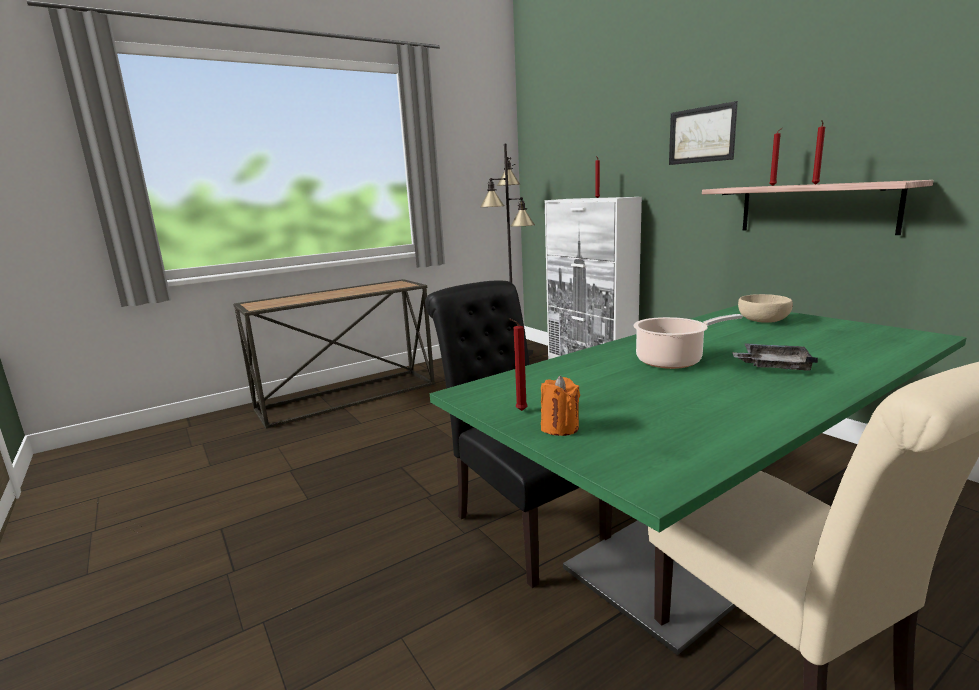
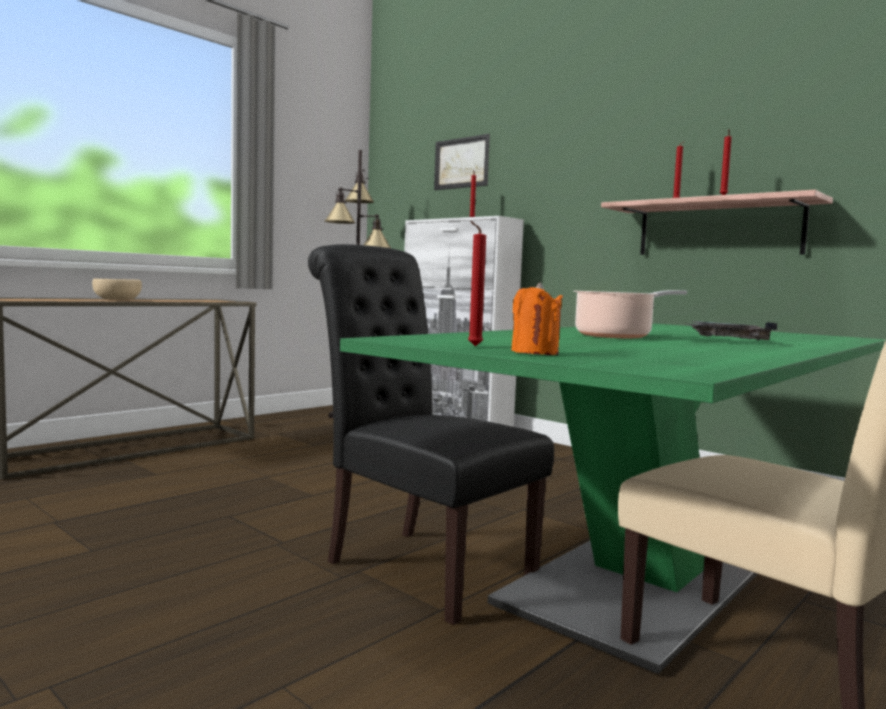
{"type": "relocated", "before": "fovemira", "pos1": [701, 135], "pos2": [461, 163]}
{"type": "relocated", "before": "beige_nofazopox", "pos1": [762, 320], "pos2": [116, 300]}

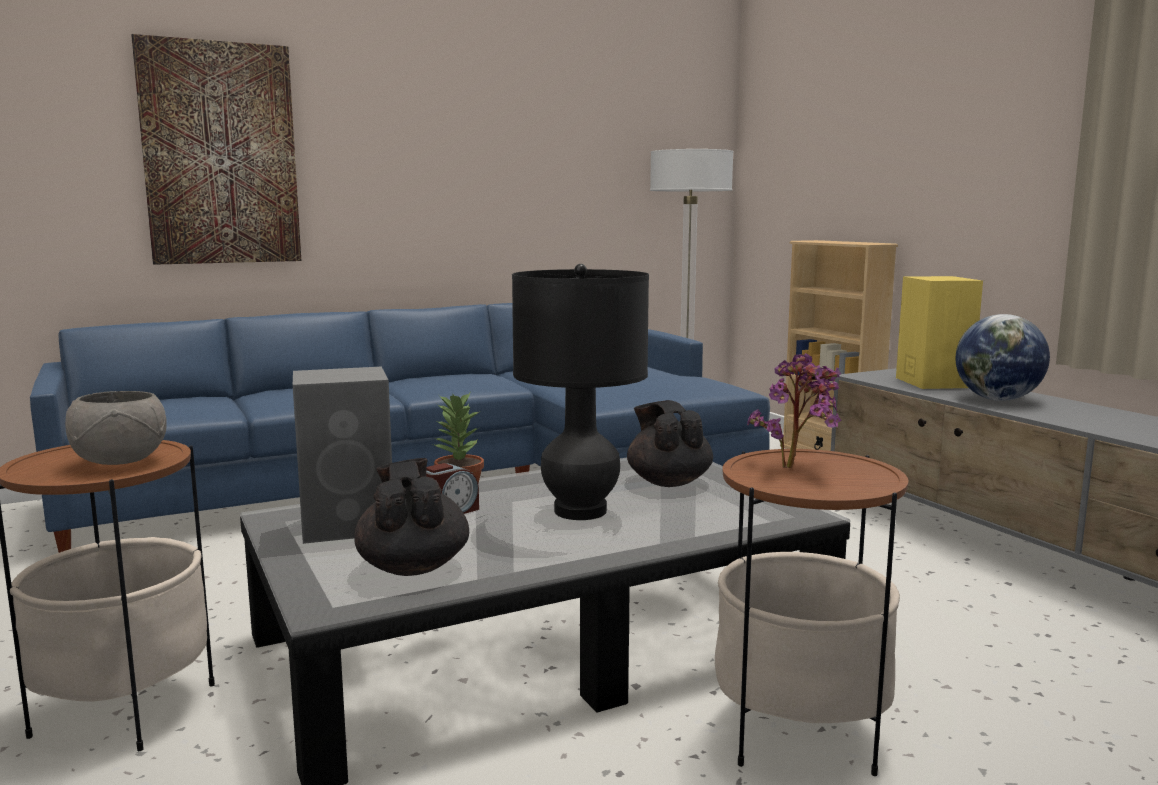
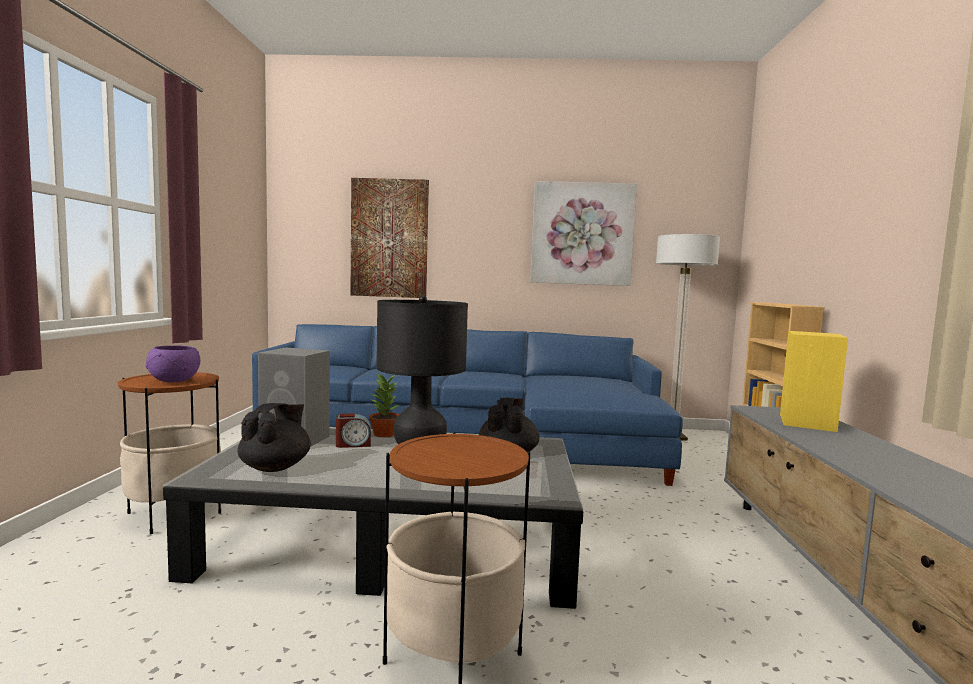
{"type": "missing", "before": "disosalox", "pos1": [795, 467]}
{"type": "missing", "before": "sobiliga", "pos1": [997, 399]}
{"type": "appeared", "after": "fovemira", "pos2": [582, 234]}
{"type": "colour", "before": "grey_nofazopox", "after": "purple_nofazopox", "pos1": [120, 461], "pos2": [174, 381]}

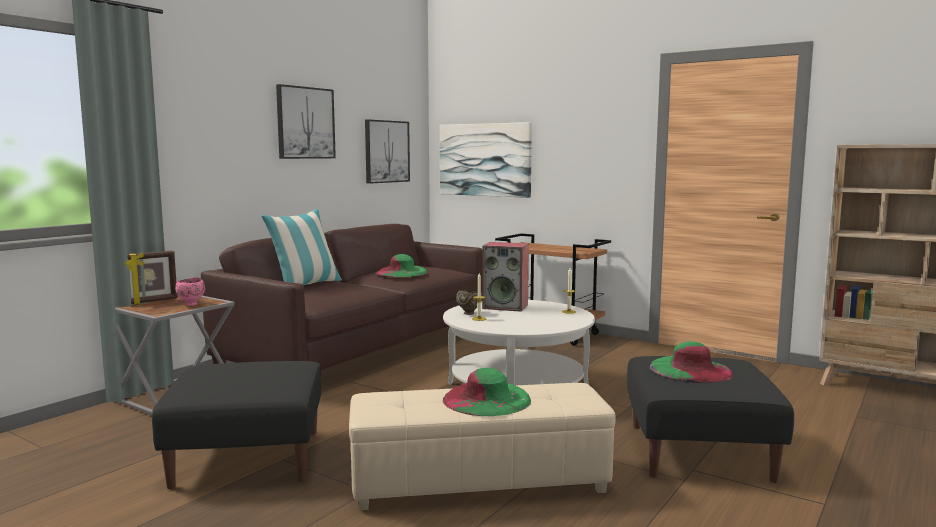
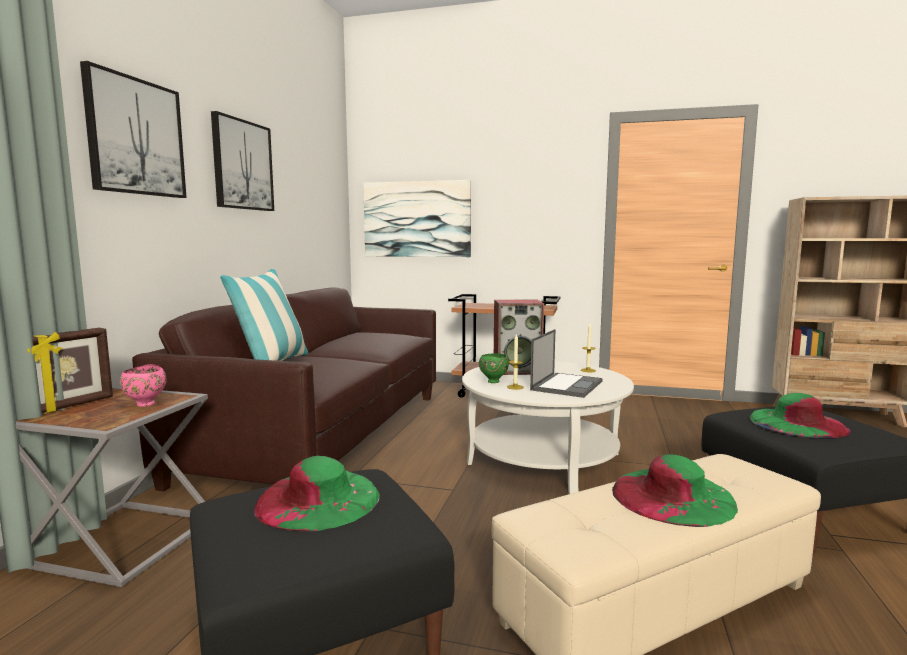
{"type": "appeared", "after": "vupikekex", "pos2": [567, 385]}
{"type": "relocated", "before": "fovemira", "pos1": [386, 151], "pos2": [135, 137]}
{"type": "relocated", "before": "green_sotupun", "pos1": [402, 272], "pos2": [318, 500]}
{"type": "colour", "before": "brown_nofazopox", "after": "green_nofazopox", "pos1": [469, 313], "pos2": [493, 381]}

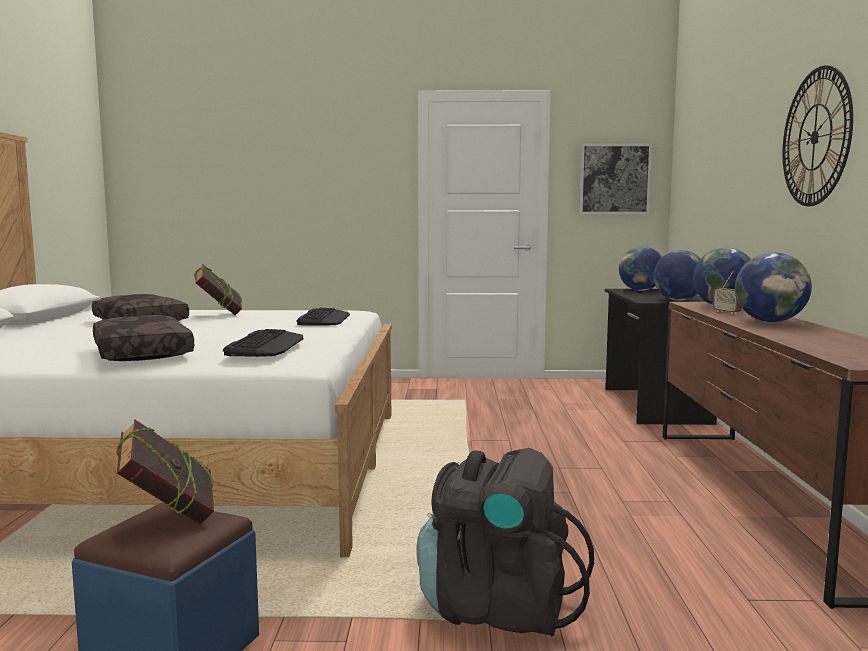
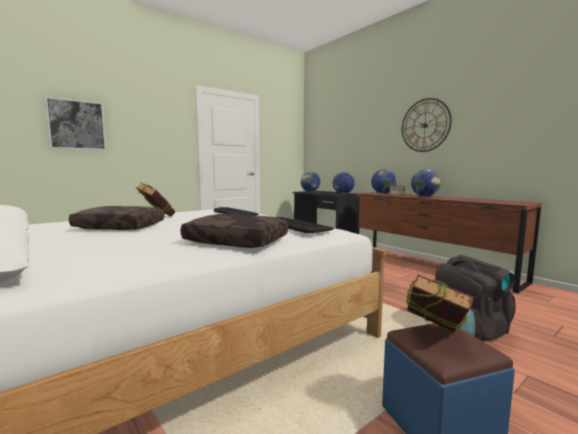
{"type": "relocated", "before": "fovemira", "pos1": [614, 179], "pos2": [77, 125]}

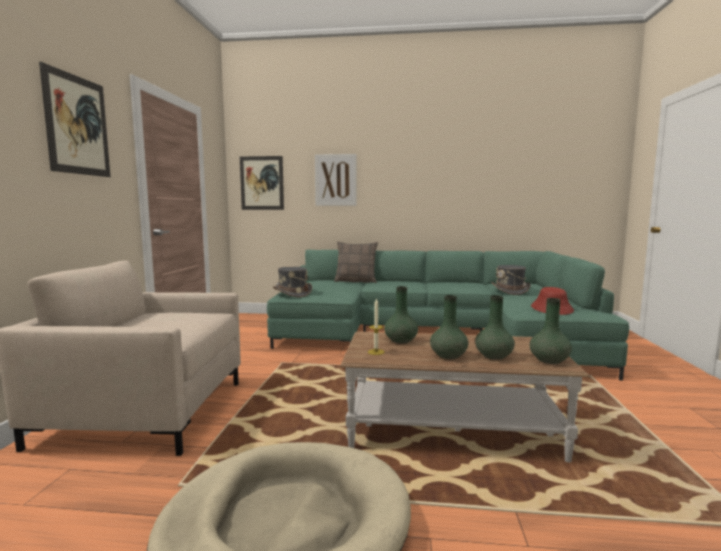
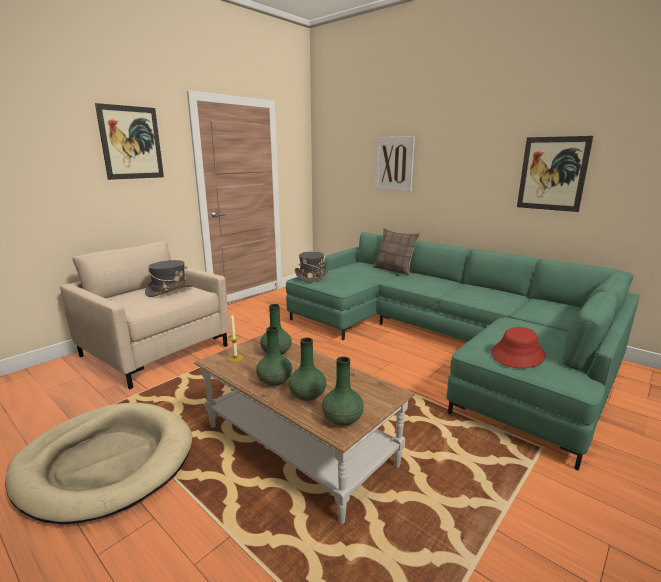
{"type": "relocated", "before": "fovemira", "pos1": [262, 183], "pos2": [552, 174]}
{"type": "relocated", "before": "grey_sotupun", "pos1": [510, 291], "pos2": [170, 290]}

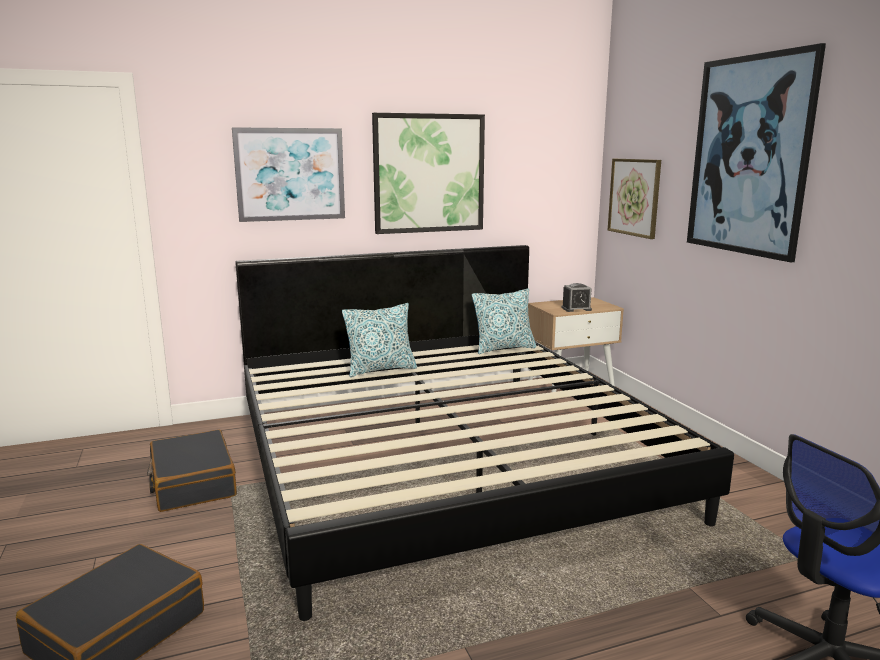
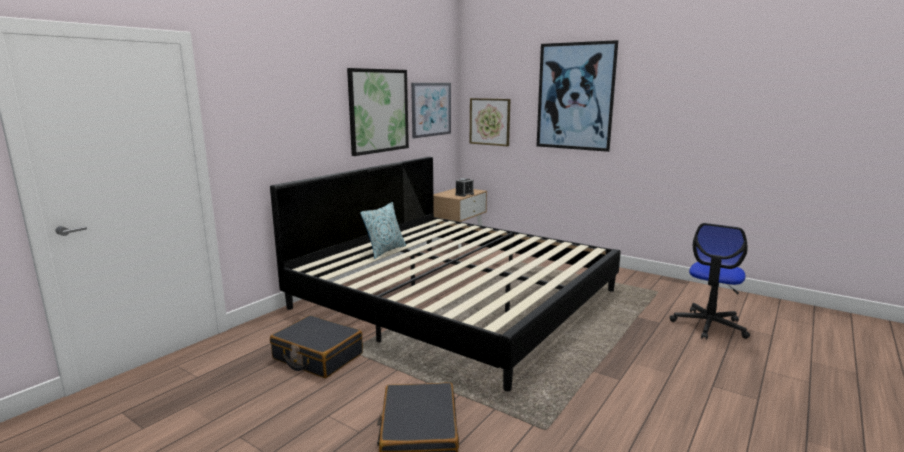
{"type": "missing", "before": "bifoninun", "pos1": [503, 348]}
{"type": "relocated", "before": "fovemira", "pos1": [290, 174], "pos2": [431, 109]}

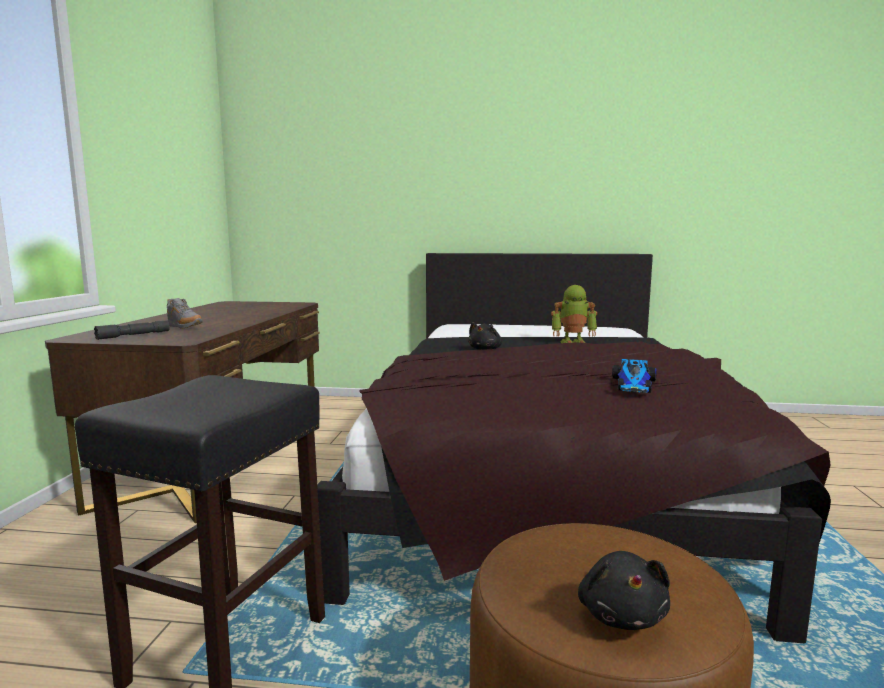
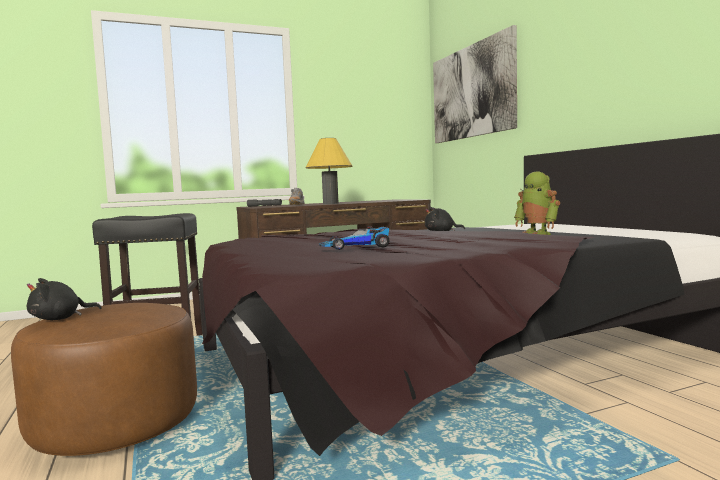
{"type": "appeared", "after": "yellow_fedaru", "pos2": [330, 203]}
{"type": "appeared", "after": "fovemira", "pos2": [472, 92]}

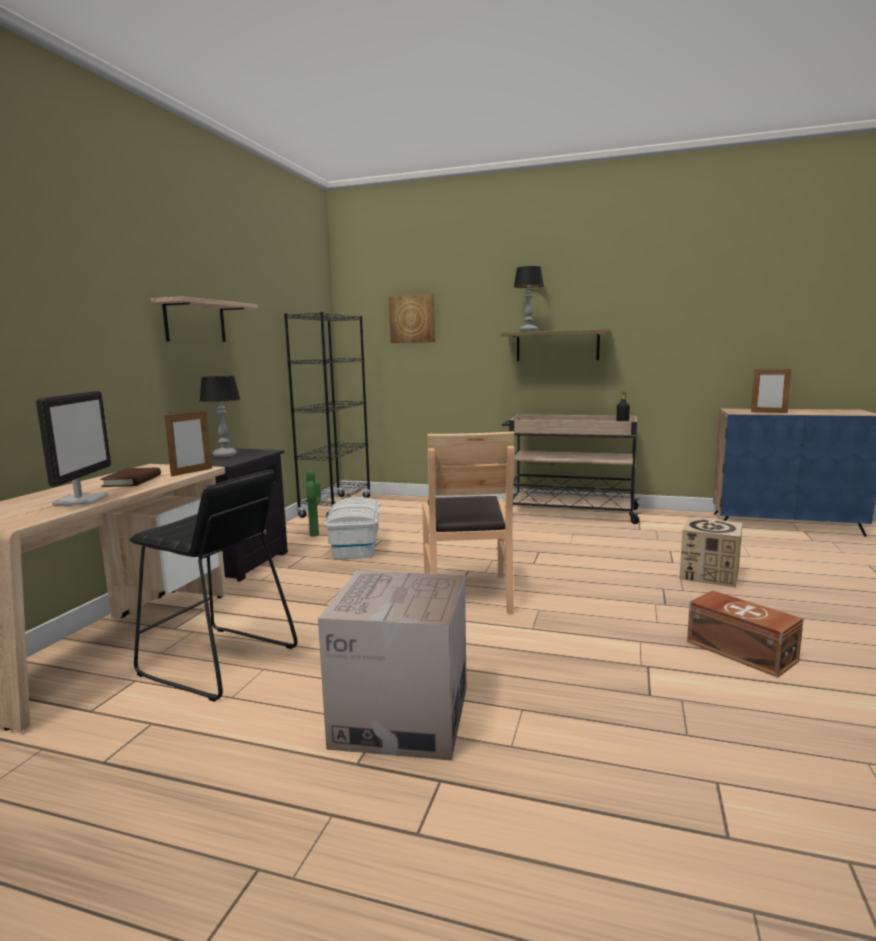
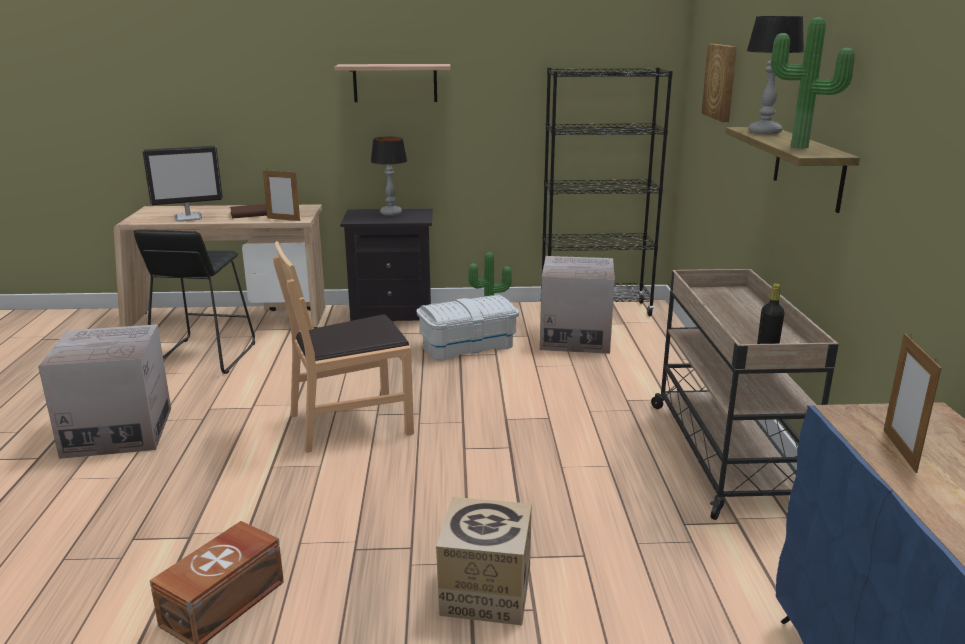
{"type": "appeared", "after": "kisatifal", "pos2": [575, 338]}
{"type": "appeared", "after": "disosalox", "pos2": [799, 147]}

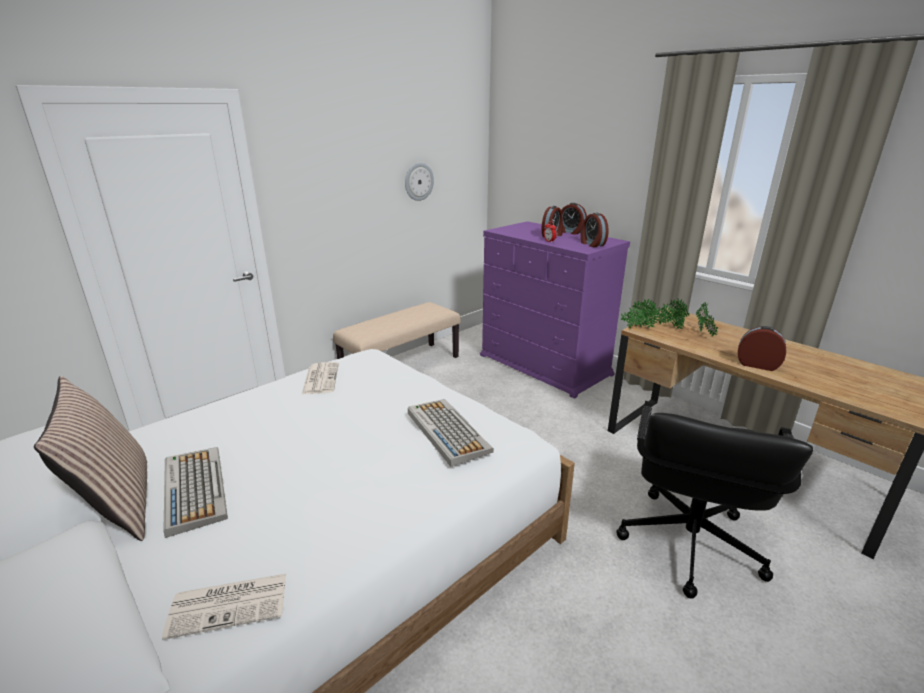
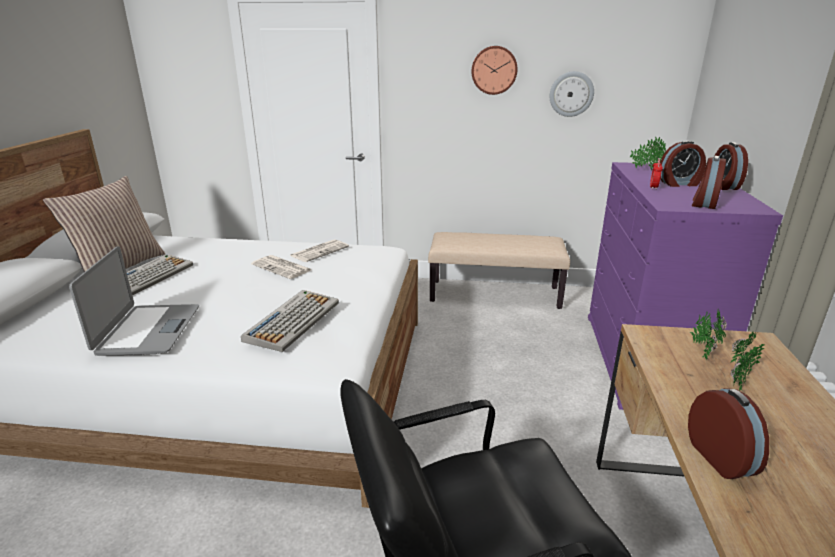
{"type": "appeared", "after": "vupikekex", "pos2": [148, 330]}
{"type": "appeared", "after": "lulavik", "pos2": [494, 70]}
{"type": "relocated", "before": "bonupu", "pos1": [230, 604], "pos2": [282, 268]}
{"type": "relocated", "before": "disosalox", "pos1": [637, 328], "pos2": [645, 170]}

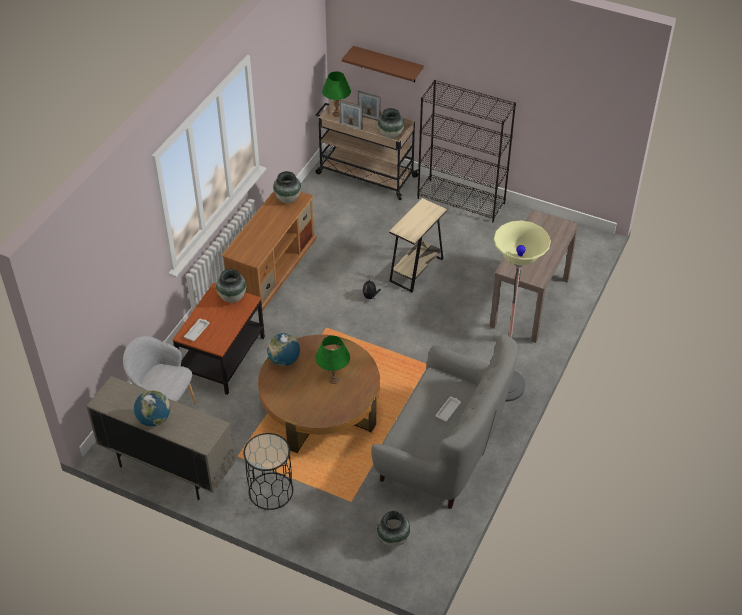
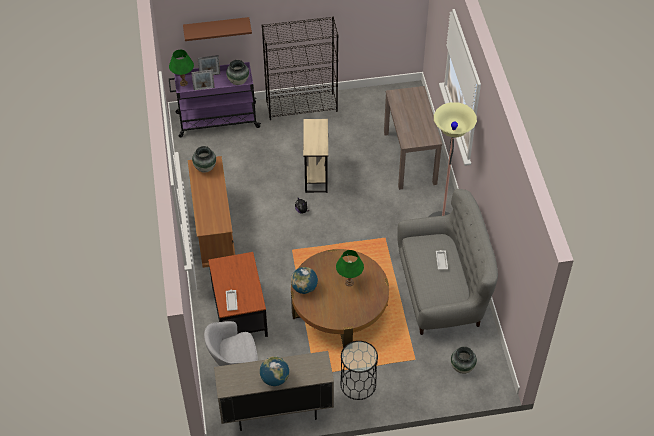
{"type": "missing", "before": "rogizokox", "pos1": [232, 297]}
{"type": "colour", "before": "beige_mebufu", "after": "purple_mebufu", "pos1": [365, 175], "pos2": [216, 120]}

